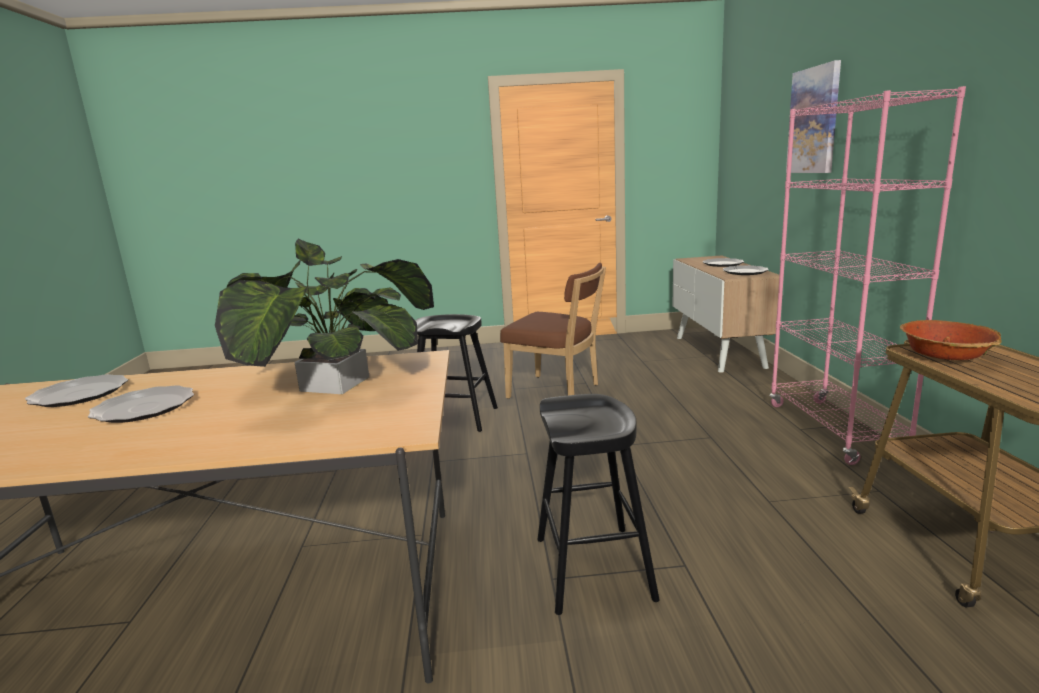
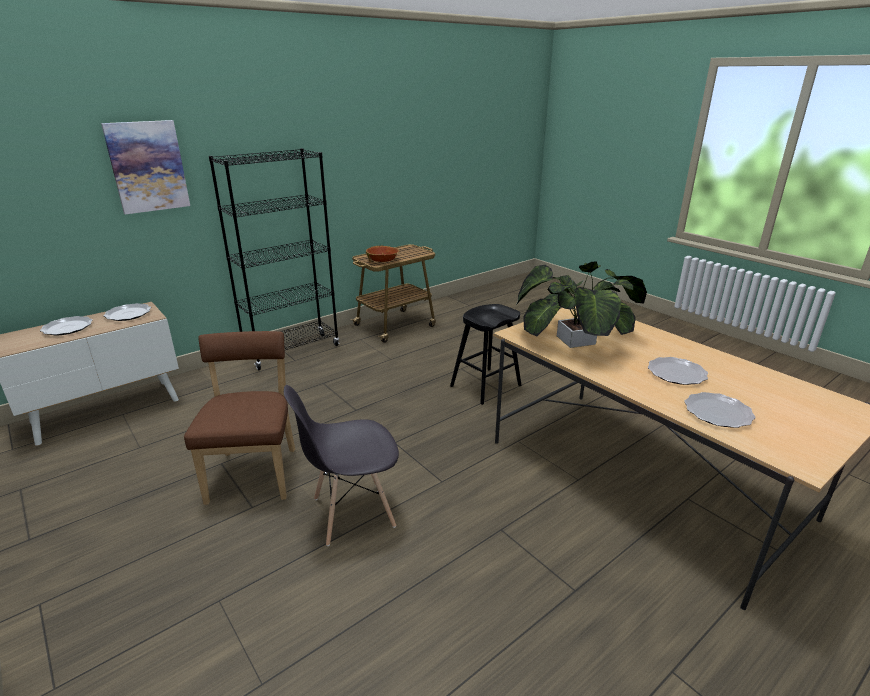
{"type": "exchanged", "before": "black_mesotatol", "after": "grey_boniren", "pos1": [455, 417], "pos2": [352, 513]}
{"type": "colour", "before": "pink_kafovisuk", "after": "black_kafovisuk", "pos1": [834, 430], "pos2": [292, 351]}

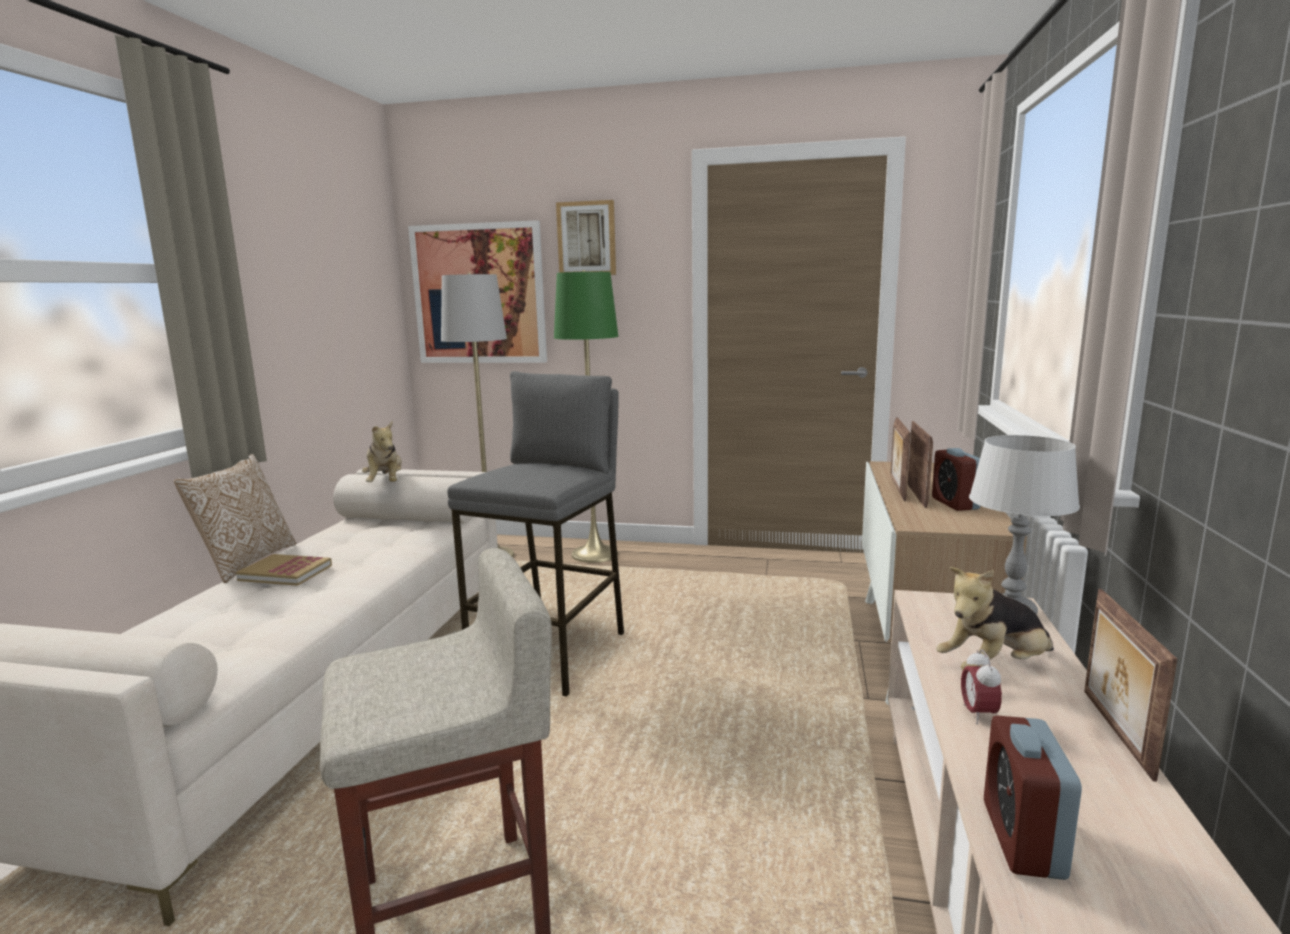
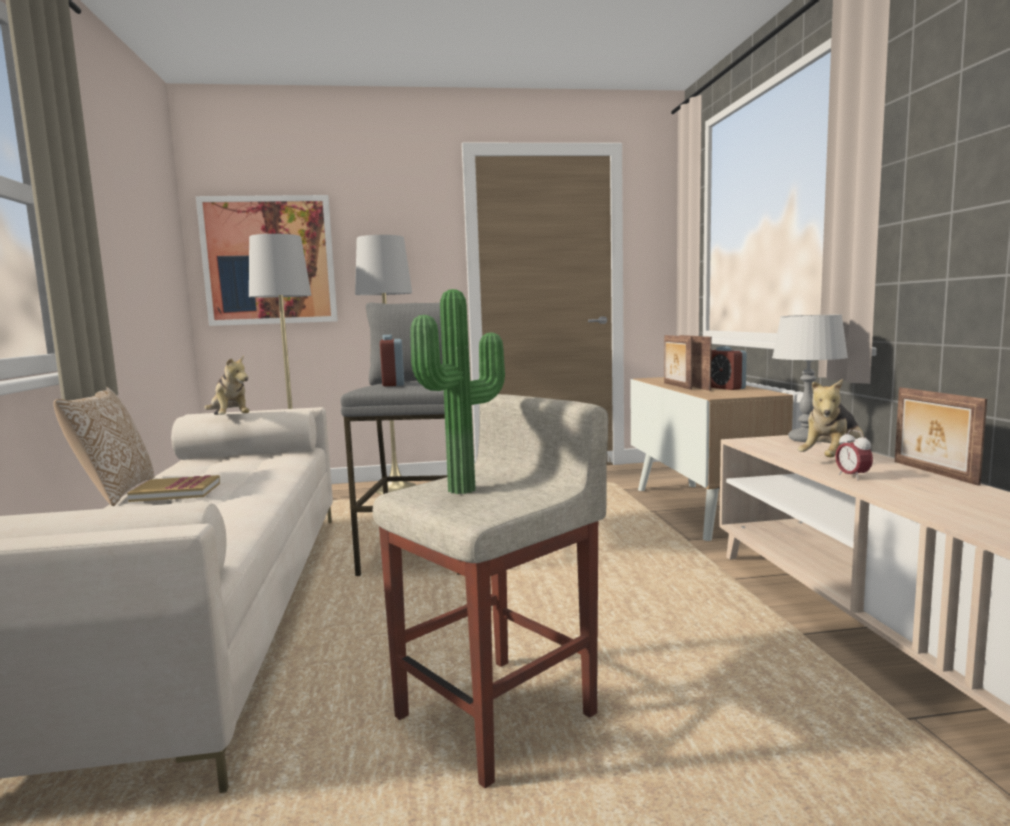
{"type": "missing", "before": "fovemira", "pos1": [587, 239]}
{"type": "appeared", "after": "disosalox", "pos2": [466, 490]}
{"type": "relocated", "before": "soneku", "pos1": [1022, 839], "pos2": [393, 384]}
{"type": "colour", "before": "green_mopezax", "after": "grey_mopezax", "pos1": [595, 554], "pos2": [396, 489]}

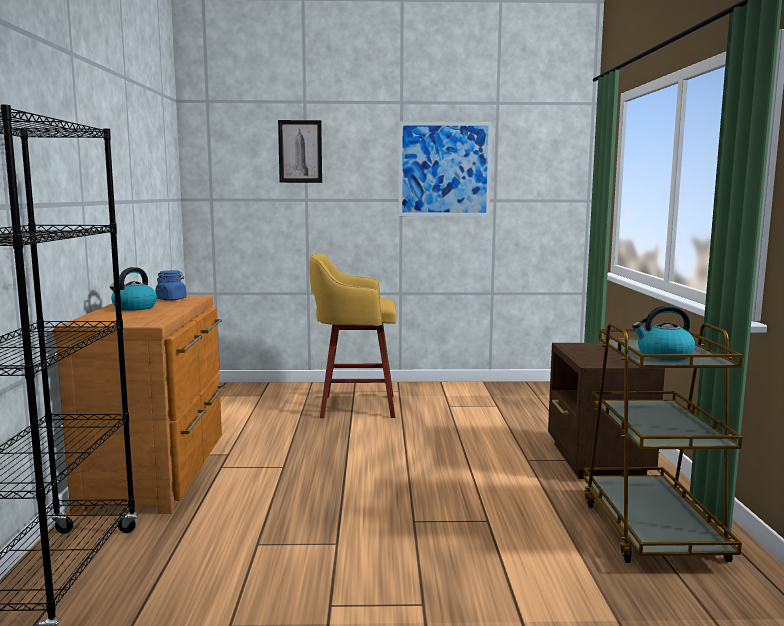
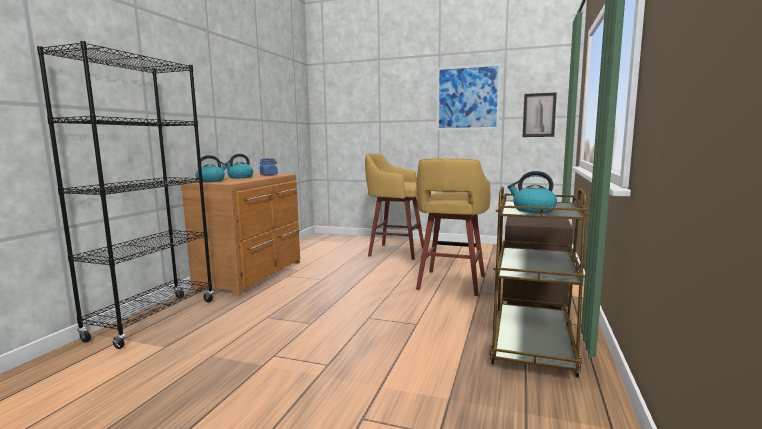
{"type": "appeared", "after": "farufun", "pos2": [211, 181]}
{"type": "appeared", "after": "yellow_mesotatol", "pos2": [451, 283]}
{"type": "relocated", "before": "fovemira", "pos1": [300, 151], "pos2": [539, 115]}

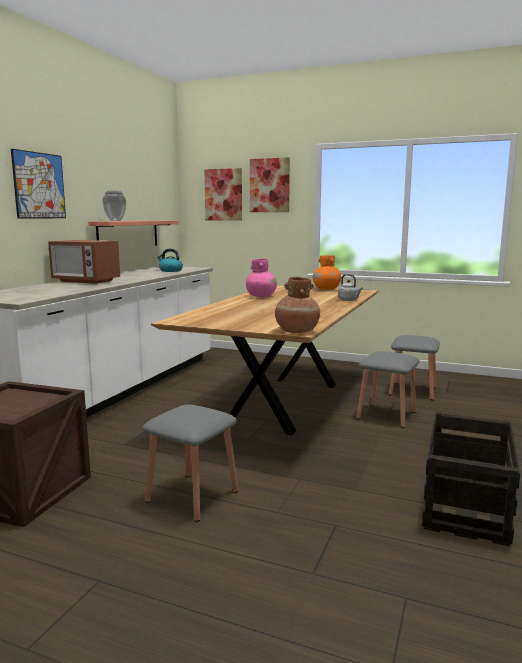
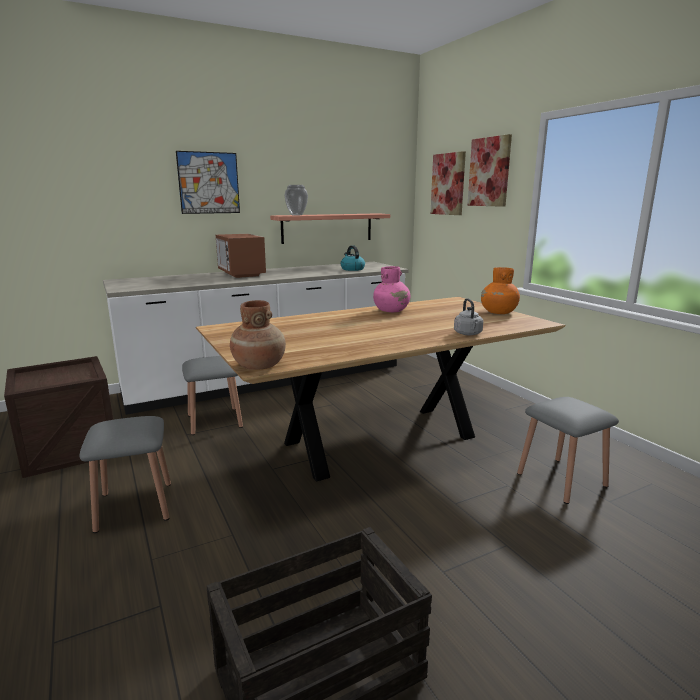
{"type": "relocated", "before": "grey_mesotatol", "pos1": [386, 415], "pos2": [214, 421]}

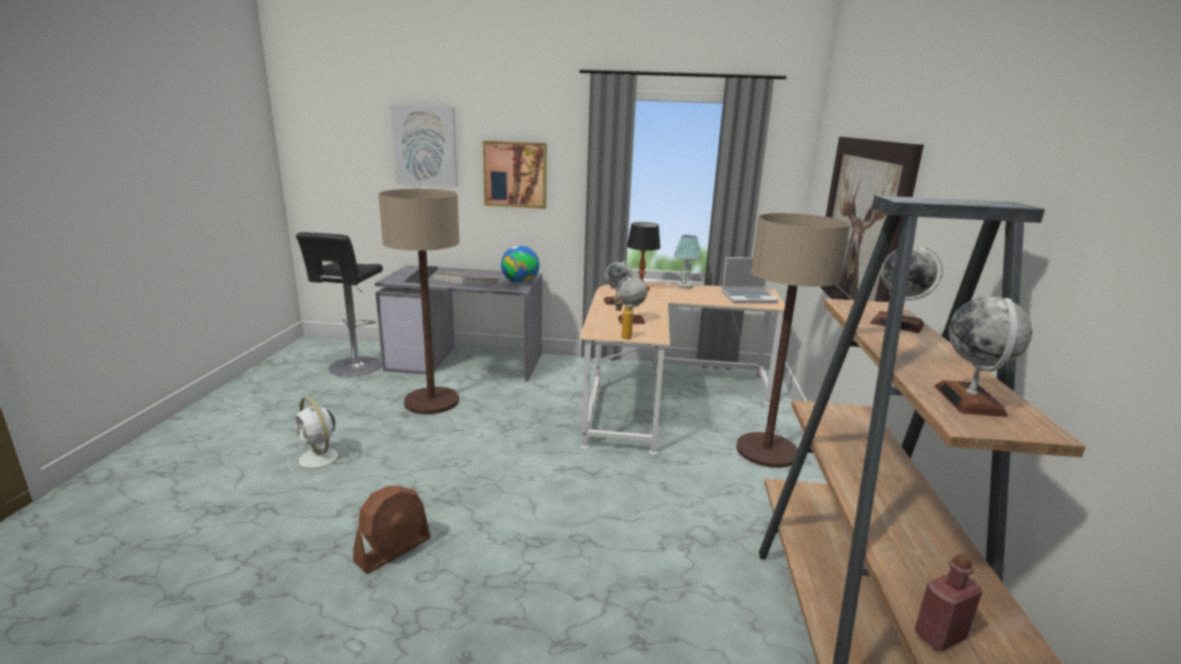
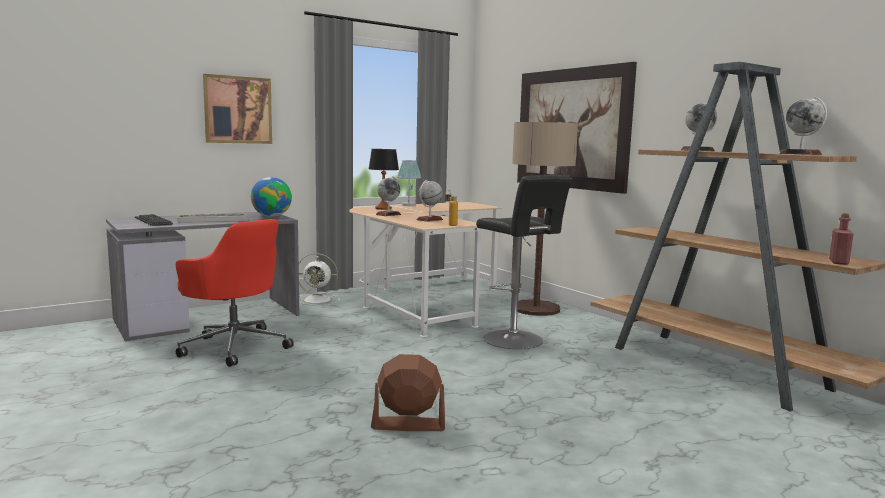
{"type": "missing", "before": "fovemira", "pos1": [425, 146]}
{"type": "missing", "before": "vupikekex", "pos1": [749, 297]}
{"type": "relocated", "before": "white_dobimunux", "pos1": [319, 459], "pos2": [318, 300]}
{"type": "relocated", "before": "black_mesotatol", "pos1": [354, 368], "pos2": [516, 340]}
{"type": "exchanged", "before": "mopezax", "after": "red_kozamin", "pos1": [431, 401], "pos2": [234, 346]}
{"type": "spun", "before": "brown_dobimunux", "pos1": [393, 550], "pos2": [408, 424], "turn": -90}

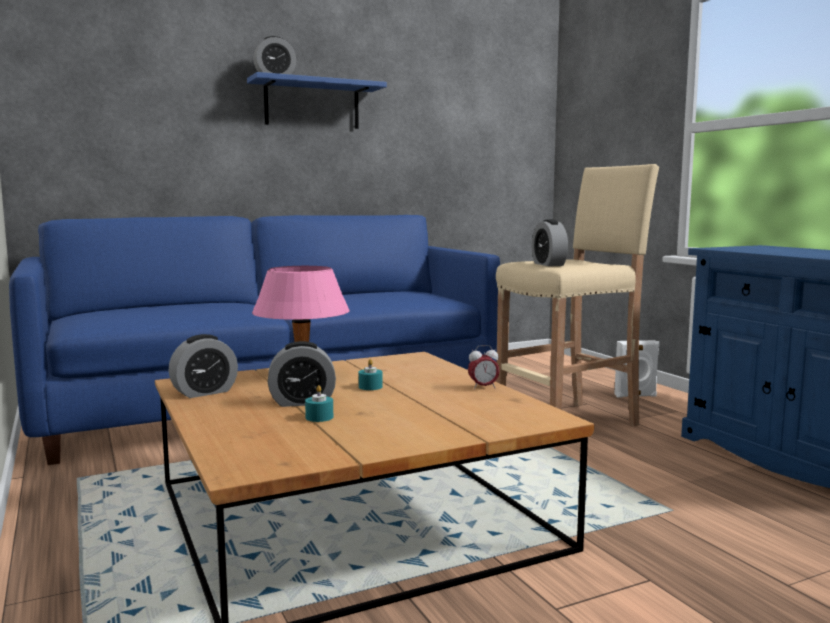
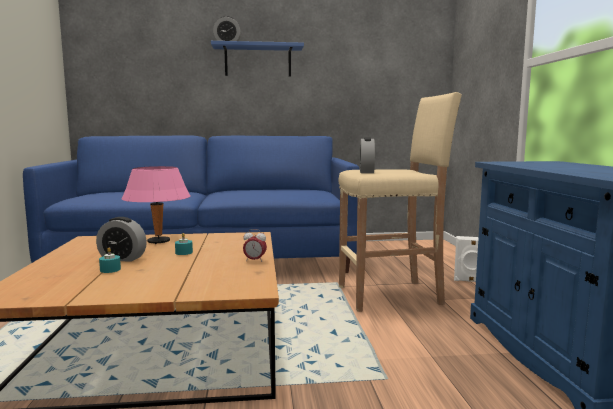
{"type": "missing", "before": "soneku", "pos1": [204, 392]}

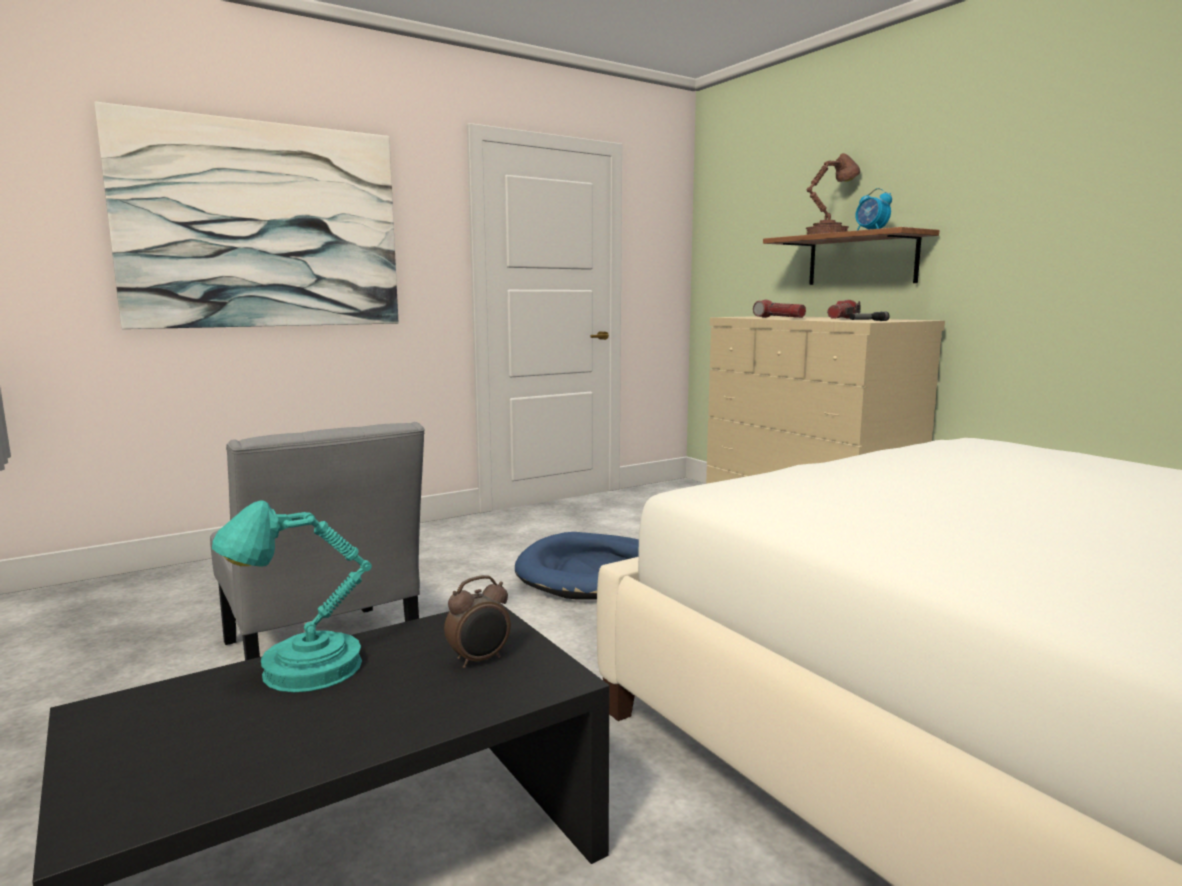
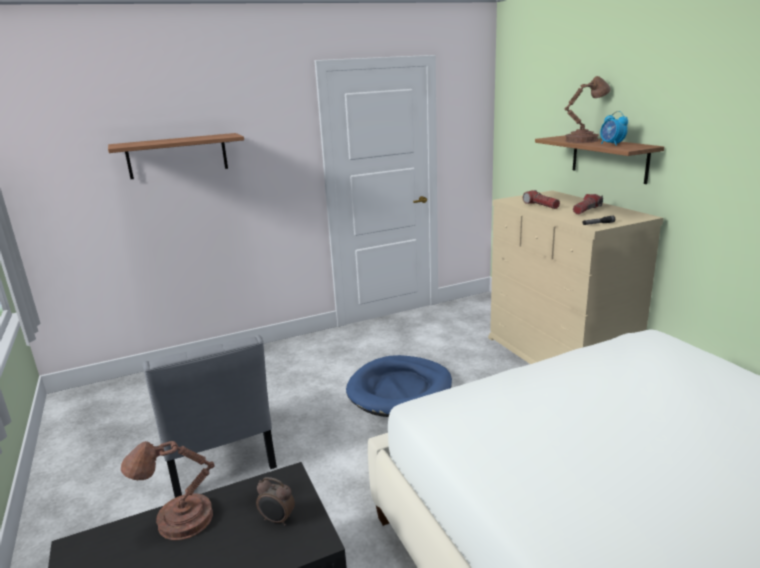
{"type": "exchanged", "before": "fovemira", "after": "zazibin", "pos1": [263, 226], "pos2": [177, 156]}
{"type": "colour", "before": "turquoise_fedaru", "after": "brown_fedaru", "pos1": [303, 671], "pos2": [180, 521]}
{"type": "spun", "before": "soneku", "pos1": [480, 660], "pos2": [277, 520], "turn": 45}

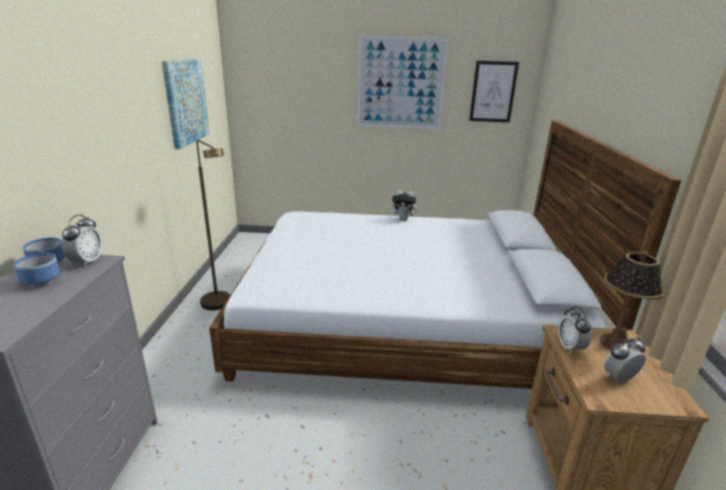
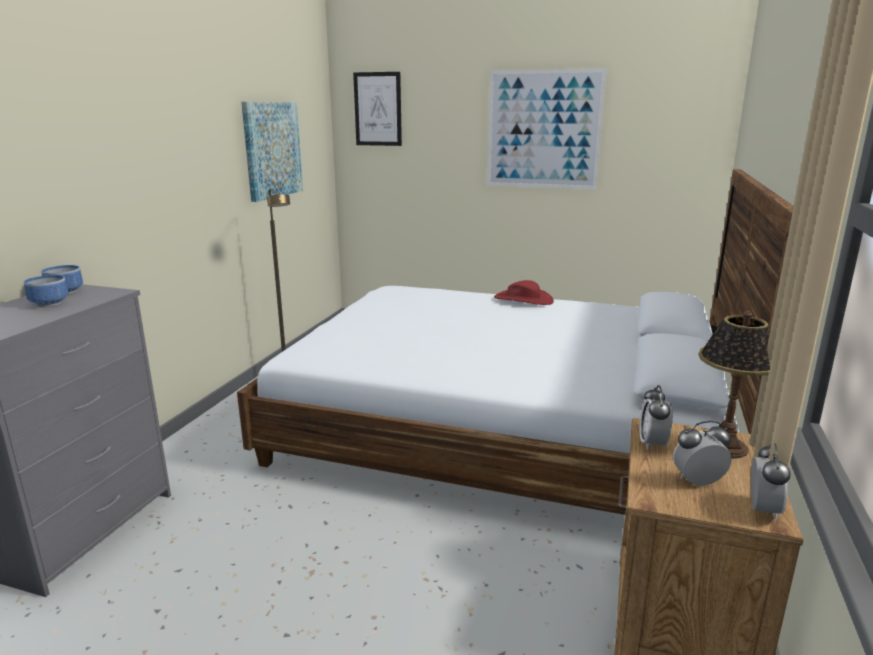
{"type": "relocated", "before": "soneku", "pos1": [87, 262], "pos2": [763, 510]}
{"type": "relocated", "before": "fovemira", "pos1": [493, 92], "pos2": [378, 109]}
{"type": "exchanged", "before": "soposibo", "after": "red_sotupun", "pos1": [404, 219], "pos2": [523, 299]}

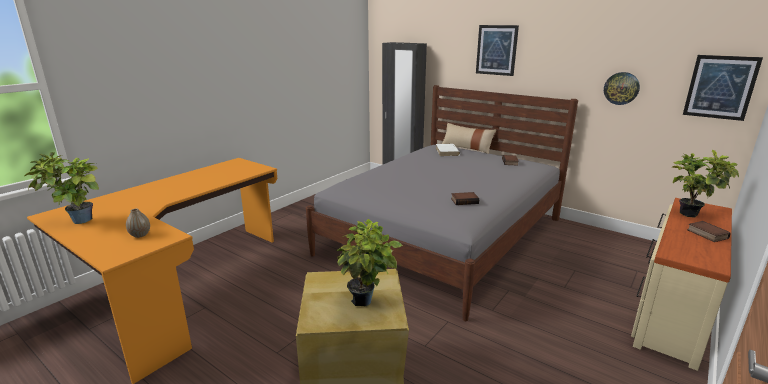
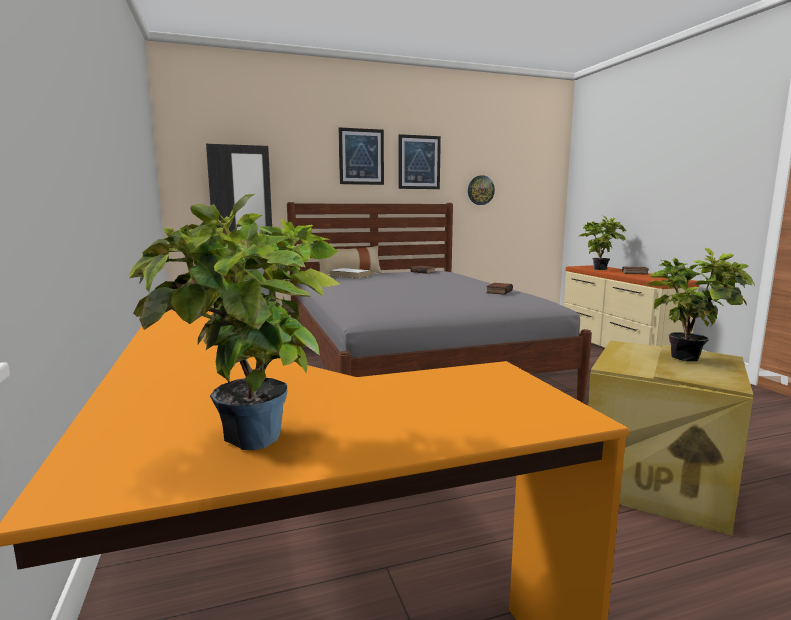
{"type": "missing", "before": "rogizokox", "pos1": [140, 235]}
{"type": "relocated", "before": "fovemira", "pos1": [720, 87], "pos2": [419, 162]}

